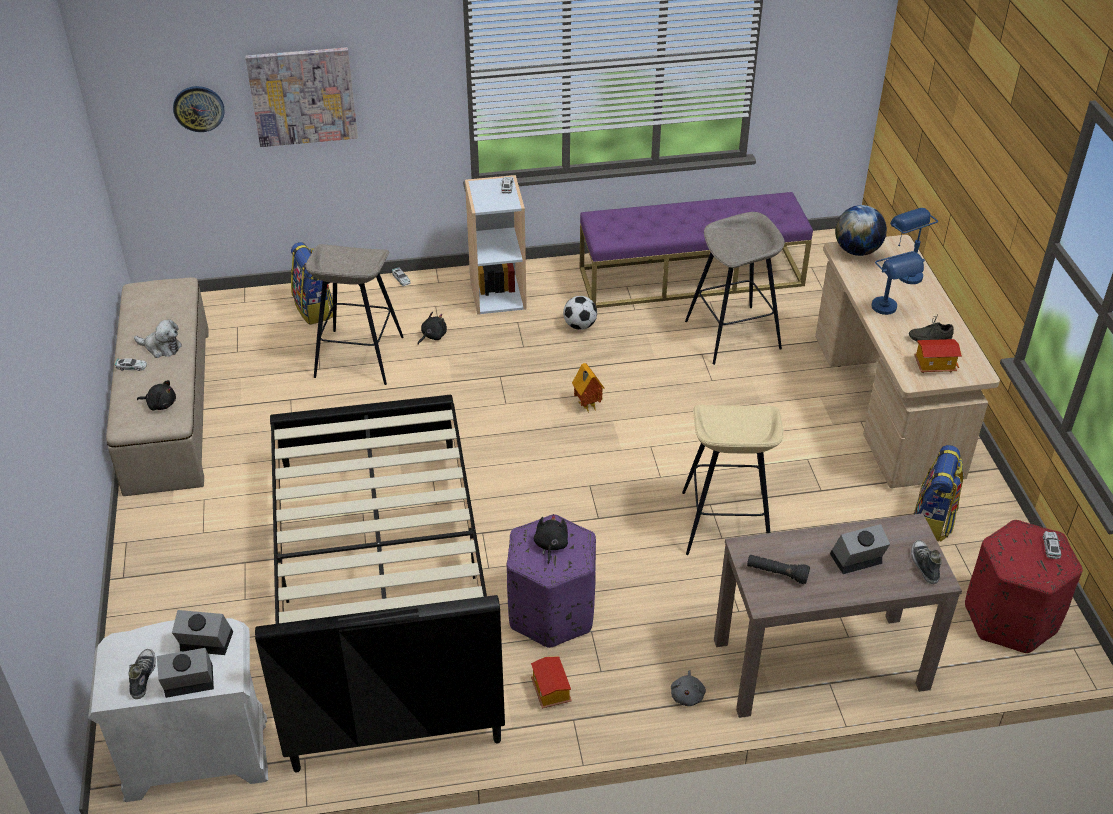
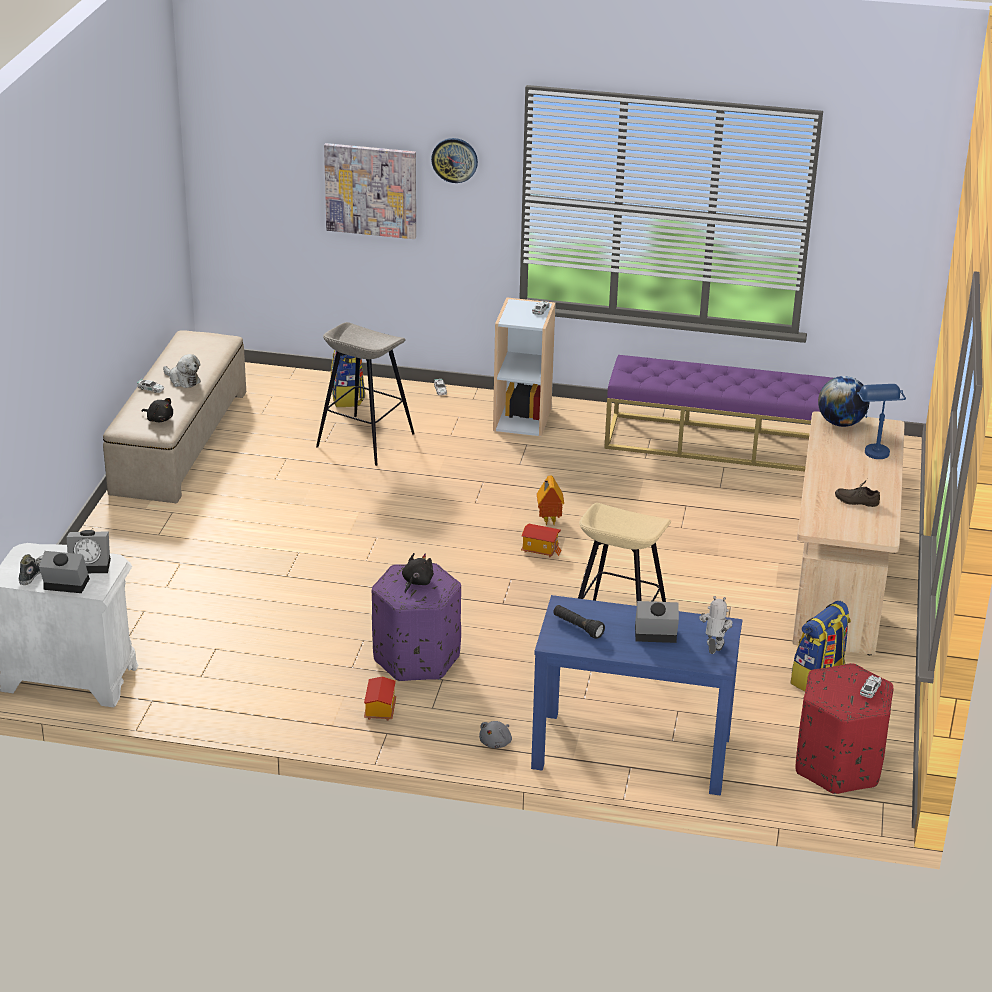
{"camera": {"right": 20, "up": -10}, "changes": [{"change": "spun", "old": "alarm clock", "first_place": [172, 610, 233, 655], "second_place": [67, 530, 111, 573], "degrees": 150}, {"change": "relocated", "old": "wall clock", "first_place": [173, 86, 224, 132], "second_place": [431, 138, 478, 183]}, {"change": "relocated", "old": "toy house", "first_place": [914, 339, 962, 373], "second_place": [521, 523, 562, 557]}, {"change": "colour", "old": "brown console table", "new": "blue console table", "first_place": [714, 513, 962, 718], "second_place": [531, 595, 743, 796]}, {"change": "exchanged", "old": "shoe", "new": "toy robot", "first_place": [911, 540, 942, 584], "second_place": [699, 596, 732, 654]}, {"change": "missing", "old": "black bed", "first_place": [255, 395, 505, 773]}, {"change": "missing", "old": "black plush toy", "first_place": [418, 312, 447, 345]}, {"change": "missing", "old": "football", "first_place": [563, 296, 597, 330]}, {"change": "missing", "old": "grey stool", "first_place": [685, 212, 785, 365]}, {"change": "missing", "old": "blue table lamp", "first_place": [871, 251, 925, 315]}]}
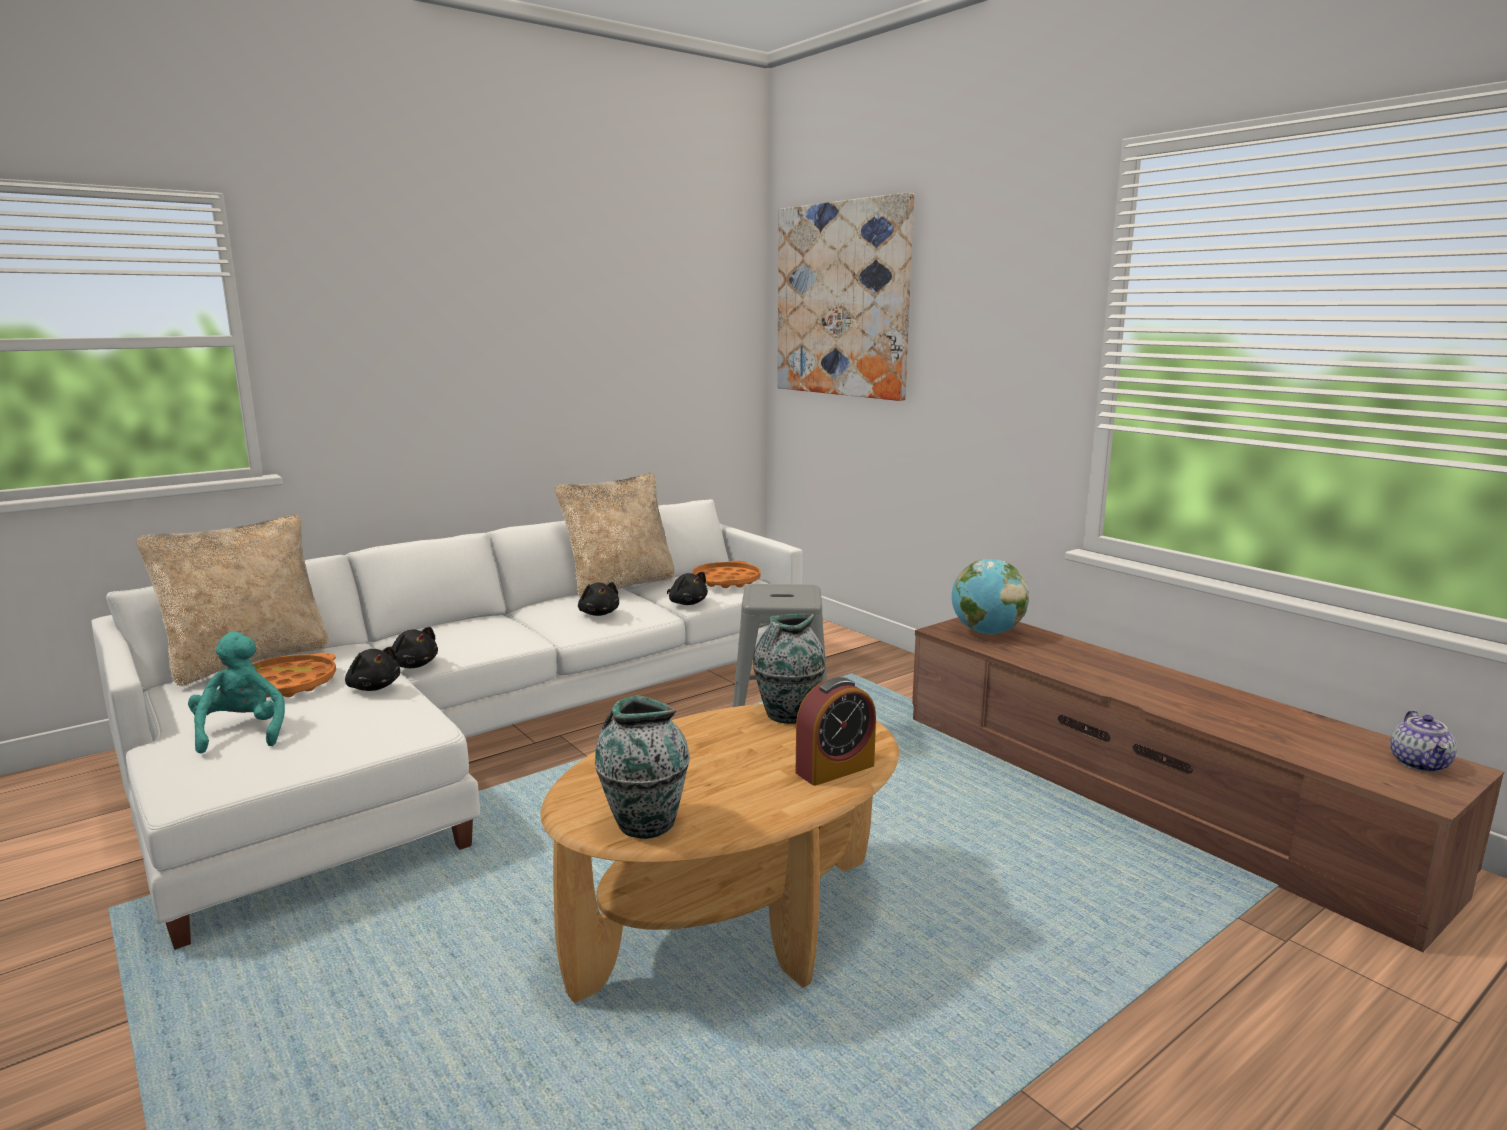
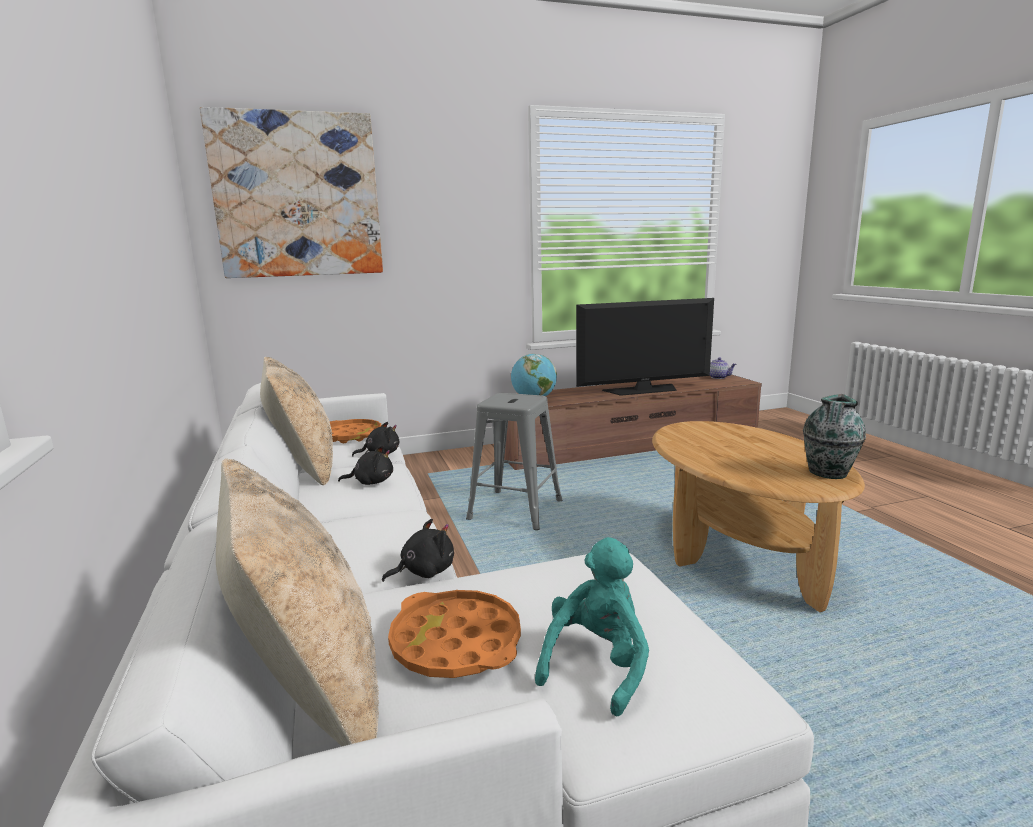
{"camera": {"right": -70, "up": 0}, "changes": [{"change": "spun", "old": "turquoise plush toy", "first_place": [188, 632, 285, 753], "second_place": [535, 537, 649, 716], "degrees": 120}, {"change": "appeared", "new": "television", "second_place": [576, 298, 714, 396]}, {"change": "missing", "old": "black plush toy", "first_place": [345, 647, 400, 691]}, {"change": "missing", "old": "vase", "first_place": [753, 614, 826, 724]}, {"change": "missing", "old": "alarm clock", "first_place": [796, 677, 876, 786]}]}
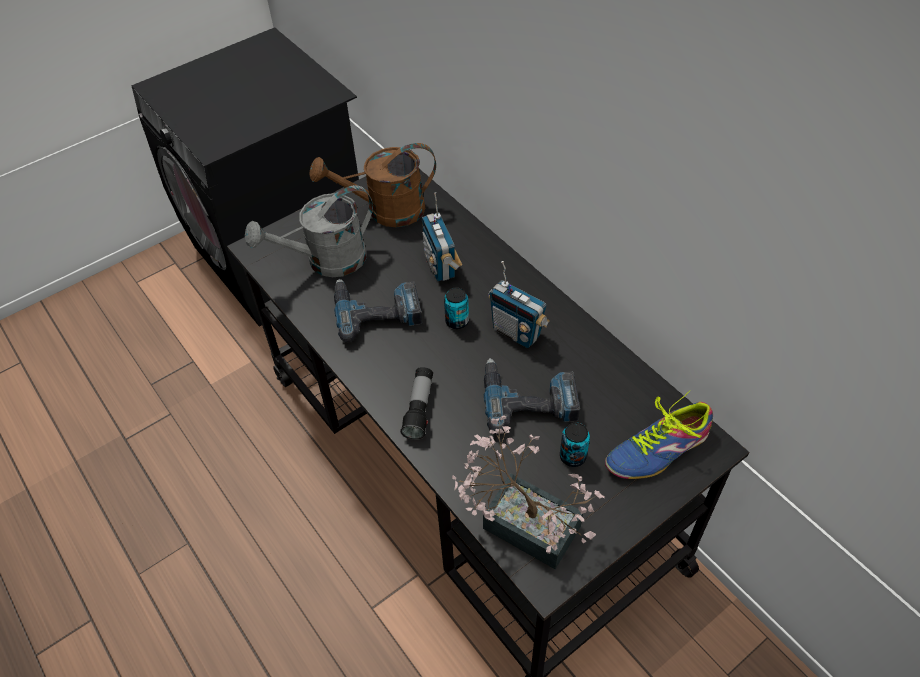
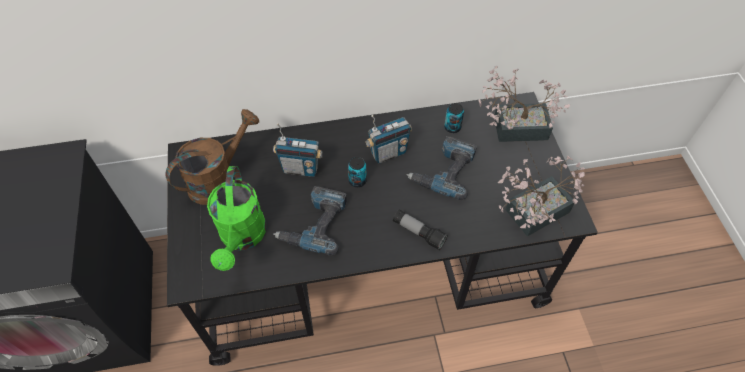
{"camera": {"right": -65, "up": 5}, "changes": [{"change": "spun", "old": "brown watering can", "first_place": [310, 143, 436, 227], "second_place": [165, 109, 259, 205], "degrees": -150}, {"change": "colour", "old": "grey watering can", "new": "green watering can", "first_place": [245, 185, 373, 277], "second_place": [207, 166, 267, 271]}, {"change": "relocated", "old": "can", "first_place": [560, 423, 590, 467], "second_place": [444, 103, 464, 133]}, {"change": "exchanged", "old": "shoe", "new": "potted plant", "first_place": [605, 390, 713, 479], "second_place": [478, 66, 570, 142]}]}
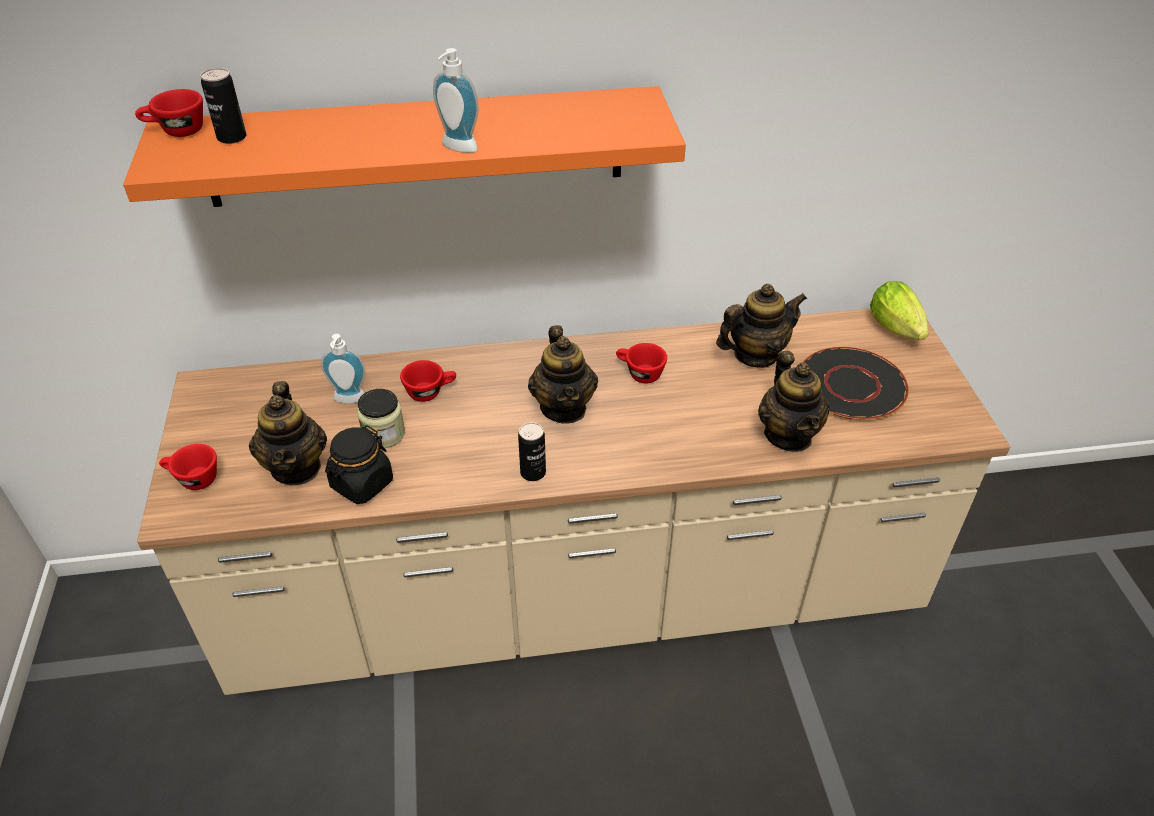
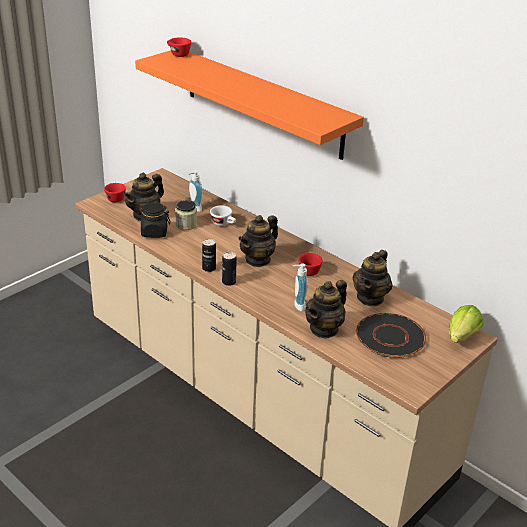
{"camera": {"right": 50, "up": -10}, "changes": [{"change": "colour", "old": "red cup", "new": "white cup", "first_place": [400, 360, 456, 402], "second_place": [210, 206, 236, 226]}, {"change": "relocated", "old": "can", "first_place": [200, 68, 246, 144], "second_place": [222, 252, 237, 286]}, {"change": "relocated", "old": "soap dispenser", "first_place": [433, 48, 479, 153], "second_place": [293, 264, 308, 311]}, {"change": "spun", "old": "teapot", "first_place": [716, 284, 807, 368], "second_place": [353, 250, 392, 306], "degrees": 90}]}
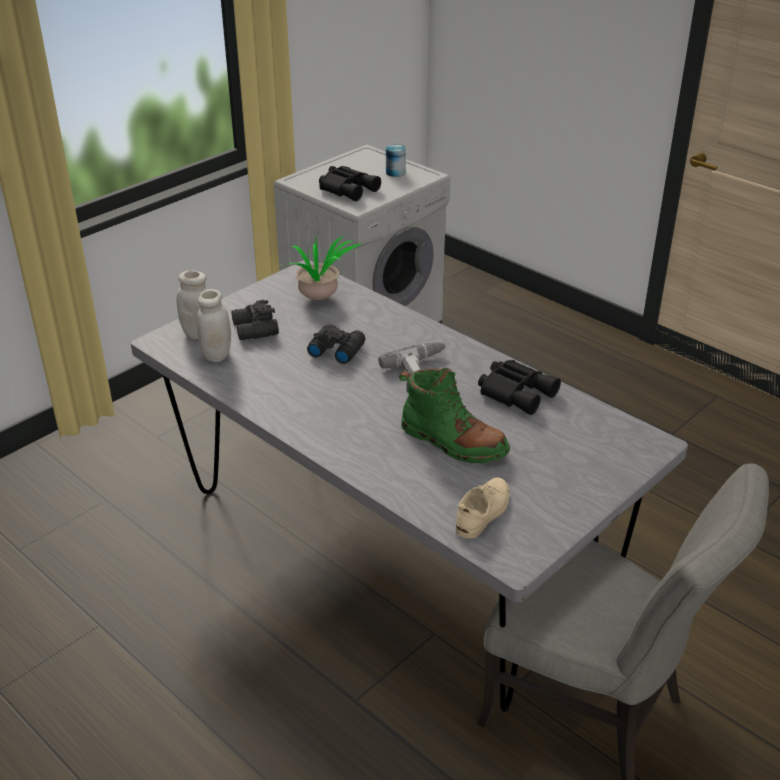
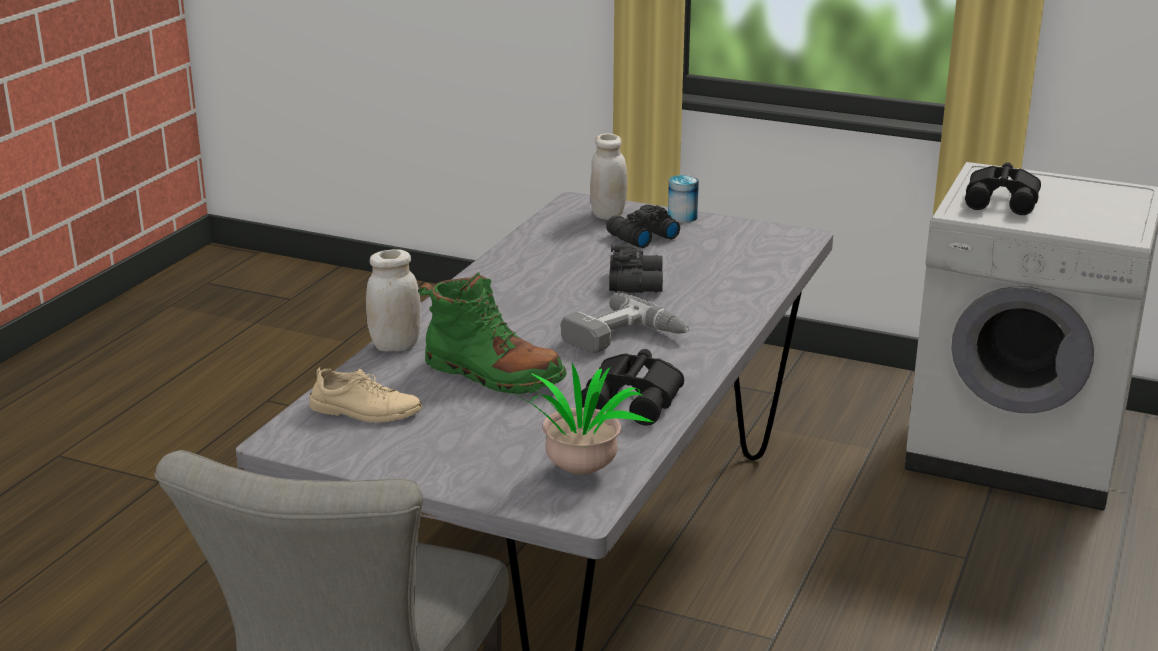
{"camera": {"right": 70, "up": -10}, "changes": [{"change": "relocated", "old": "white jar", "first_place": [197, 289, 231, 362], "second_place": [366, 249, 421, 351]}, {"change": "spun", "old": "green boot", "first_place": [399, 368, 510, 464], "second_place": [418, 272, 567, 394], "degrees": -75}, {"change": "relocated", "old": "potted plant", "first_place": [279, 236, 362, 300], "second_place": [510, 364, 653, 475]}, {"change": "relocated", "old": "can", "first_place": [386, 144, 406, 177], "second_place": [668, 175, 699, 223]}]}
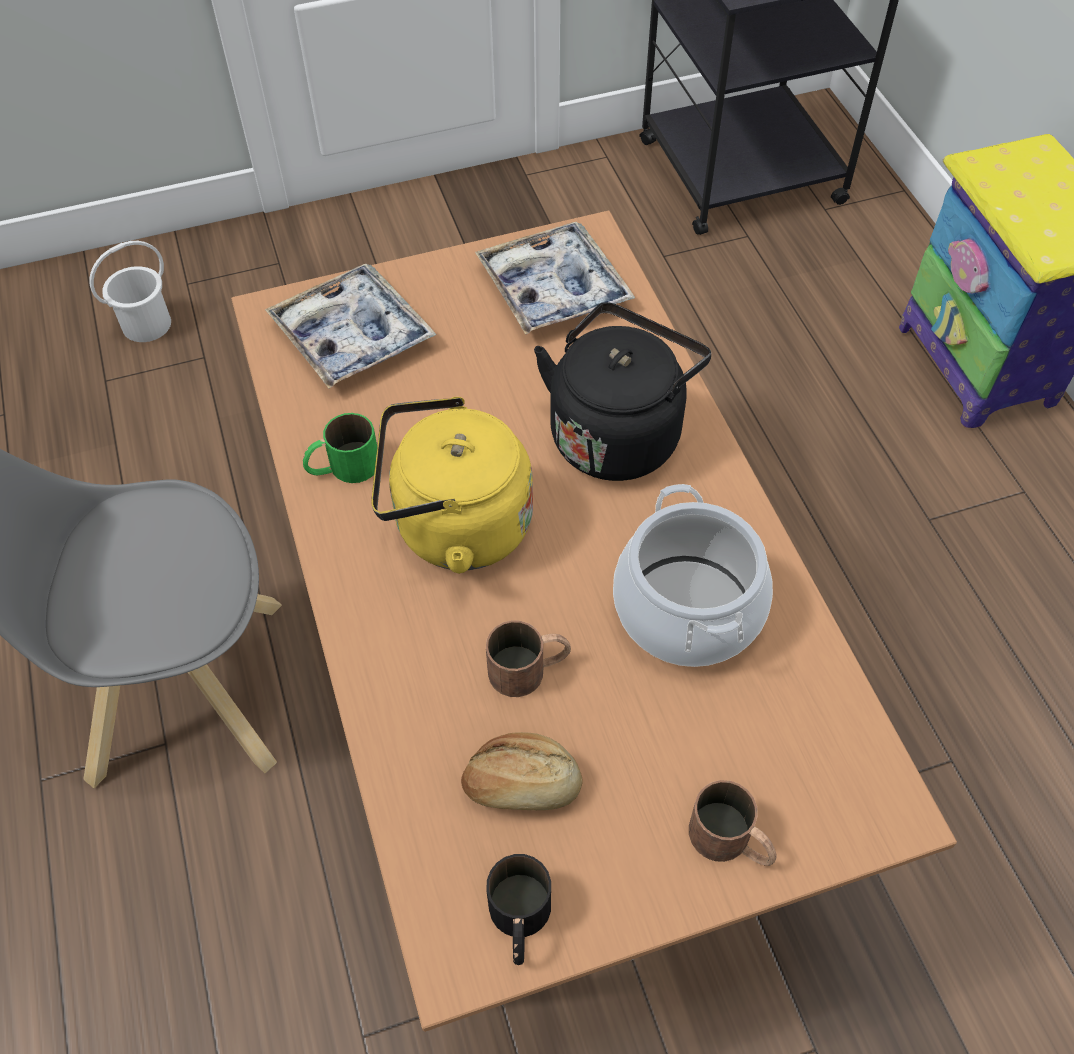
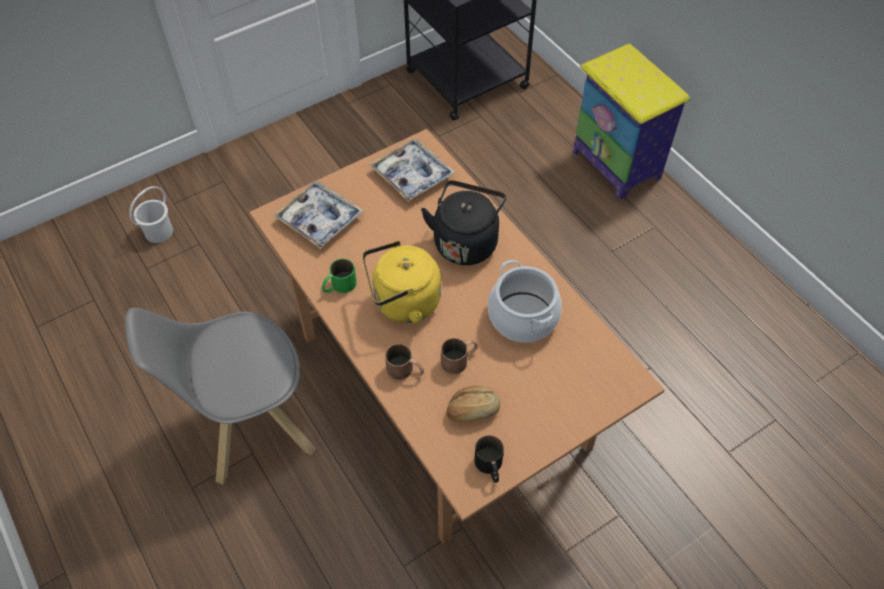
{"camera": {"right": -15, "up": 0}, "changes": [{"change": "relocated", "old": "brown mug", "first_place": [689, 780, 777, 866], "second_place": [385, 343, 424, 380]}]}
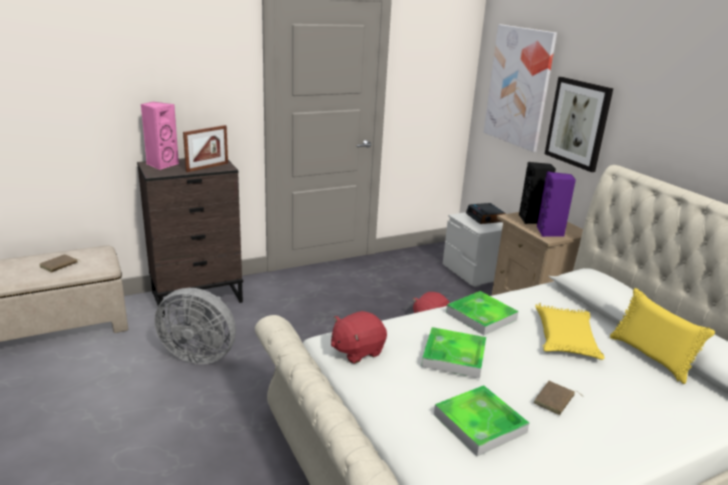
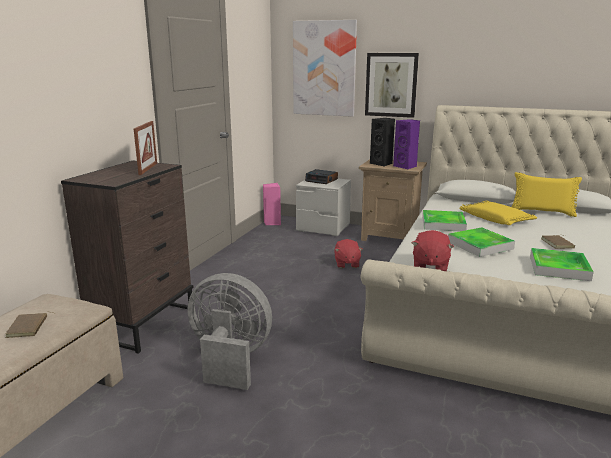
{"camera": {"right": -40, "up": -5}, "changes": [{"change": "spun", "old": "grey fan", "first_place": [155, 288, 236, 364], "second_place": [188, 273, 272, 390], "degrees": -135}, {"change": "relocated", "old": "pink speaker", "first_place": [141, 102, 179, 170], "second_place": [263, 183, 281, 225]}]}
